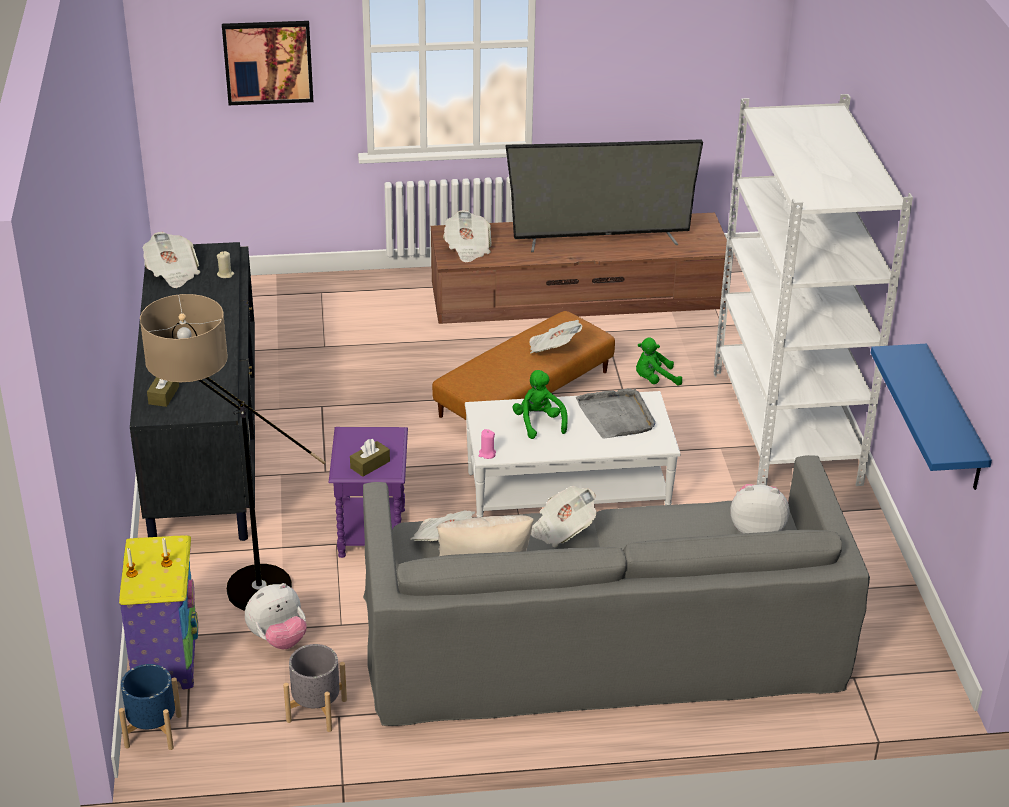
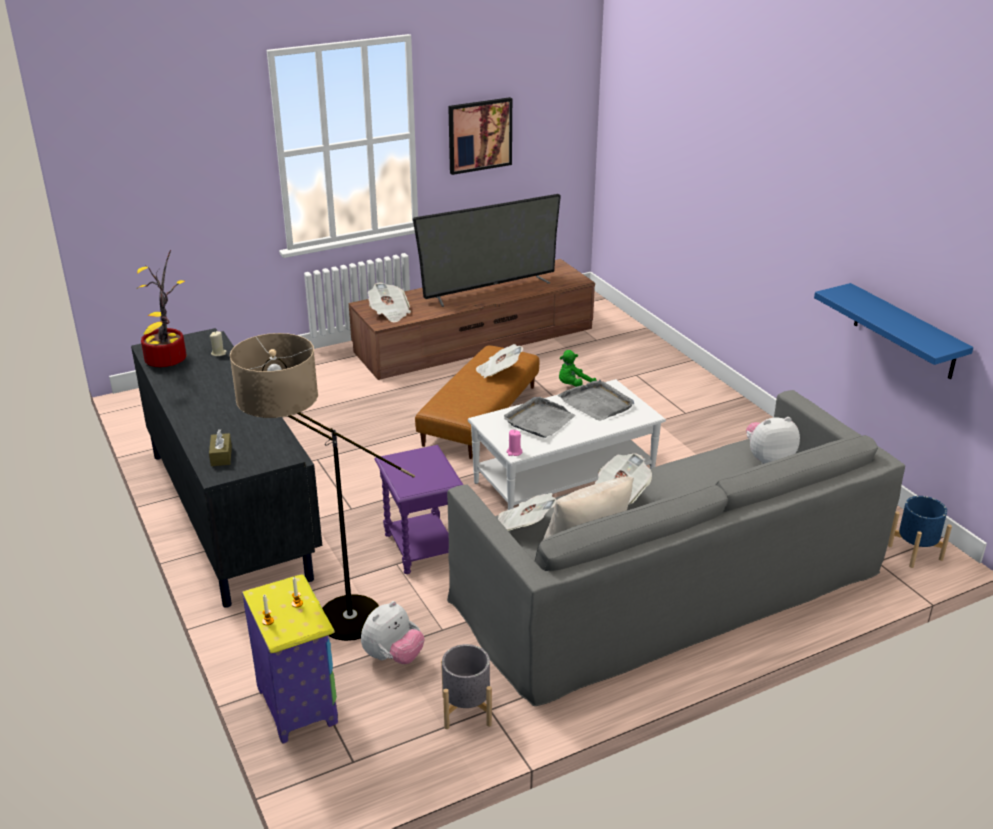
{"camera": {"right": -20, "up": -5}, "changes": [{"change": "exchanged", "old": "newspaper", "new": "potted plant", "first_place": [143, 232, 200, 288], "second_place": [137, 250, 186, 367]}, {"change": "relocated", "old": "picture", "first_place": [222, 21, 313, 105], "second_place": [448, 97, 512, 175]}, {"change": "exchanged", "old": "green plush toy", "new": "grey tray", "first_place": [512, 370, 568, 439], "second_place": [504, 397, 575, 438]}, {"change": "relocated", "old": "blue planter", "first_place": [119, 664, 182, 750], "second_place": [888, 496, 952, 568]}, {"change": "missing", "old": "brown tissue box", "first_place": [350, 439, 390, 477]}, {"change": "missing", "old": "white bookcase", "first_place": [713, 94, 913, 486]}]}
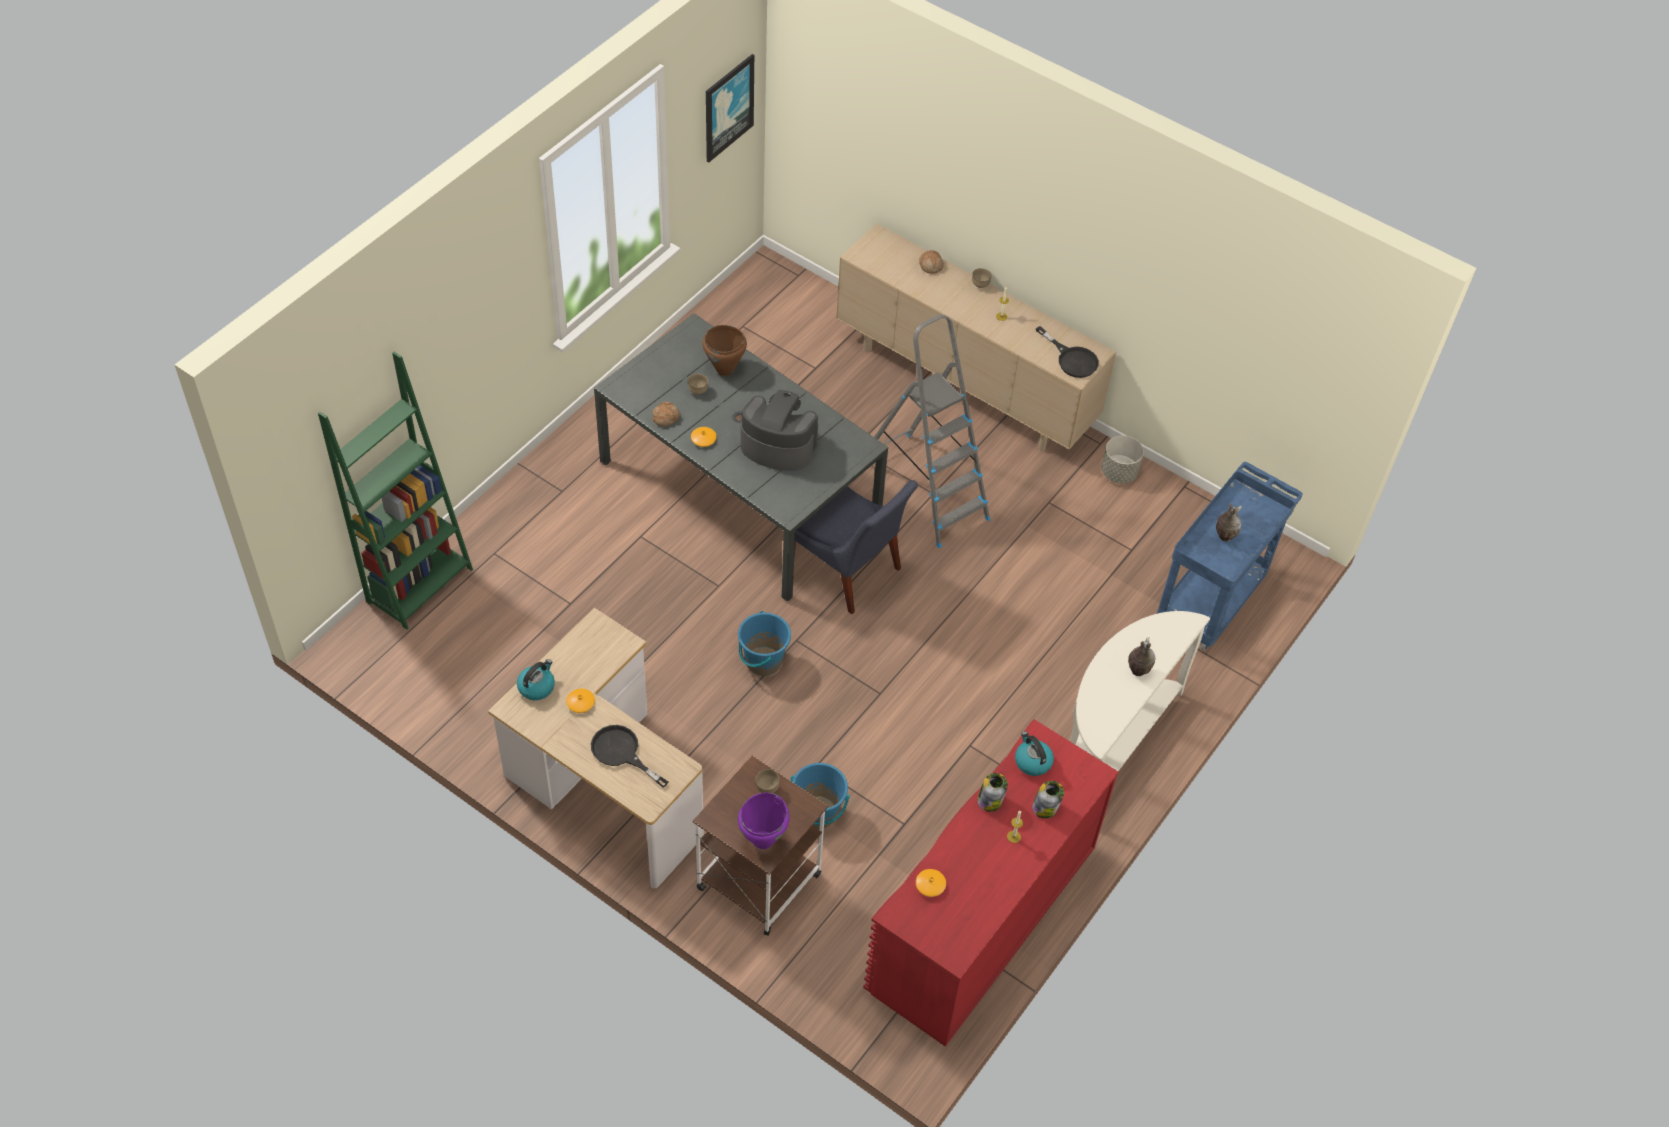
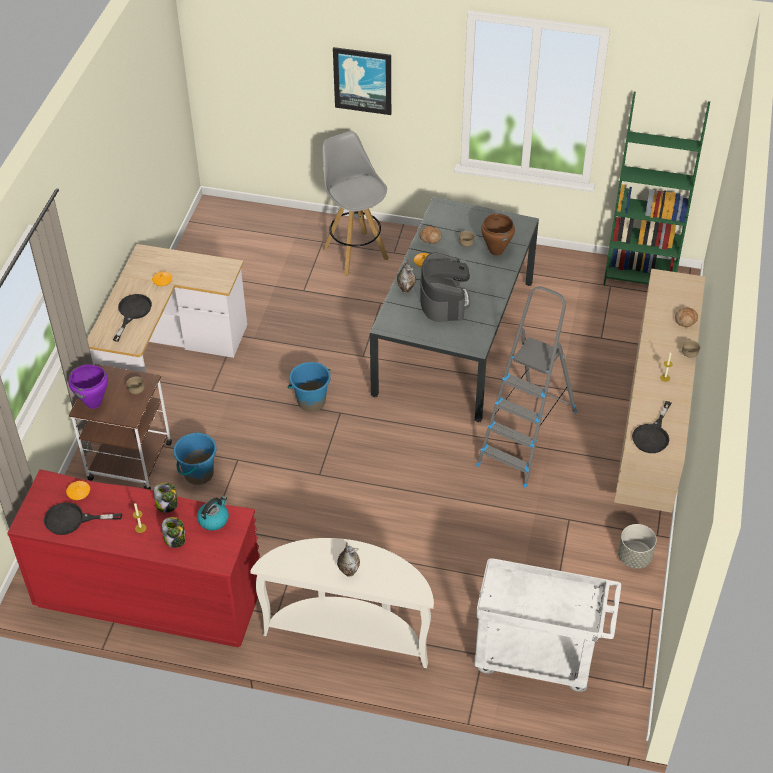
{"camera": {"right": 70, "up": -5}, "changes": [{"change": "appeared", "new": "black frying pan", "second_place": [44, 502, 122, 535]}, {"change": "appeared", "new": "grey stool", "second_place": [322, 131, 389, 276]}, {"change": "relocated", "old": "picture", "first_place": [706, 54, 754, 163], "second_place": [333, 47, 391, 115]}, {"change": "relocated", "old": "vase", "first_place": [1216, 504, 1242, 541], "second_place": [397, 260, 416, 293]}, {"change": "colour", "old": "blue cart", "new": "white cart", "first_place": [1157, 462, 1303, 651], "second_place": [474, 558, 621, 692]}, {"change": "relocated", "old": "green bookcase", "first_place": [318, 352, 473, 630], "second_place": [603, 92, 710, 285]}, {"change": "missing", "old": "kettle", "first_place": [517, 659, 555, 700]}, {"change": "missing", "old": "blue chair", "first_place": [794, 480, 918, 614]}]}
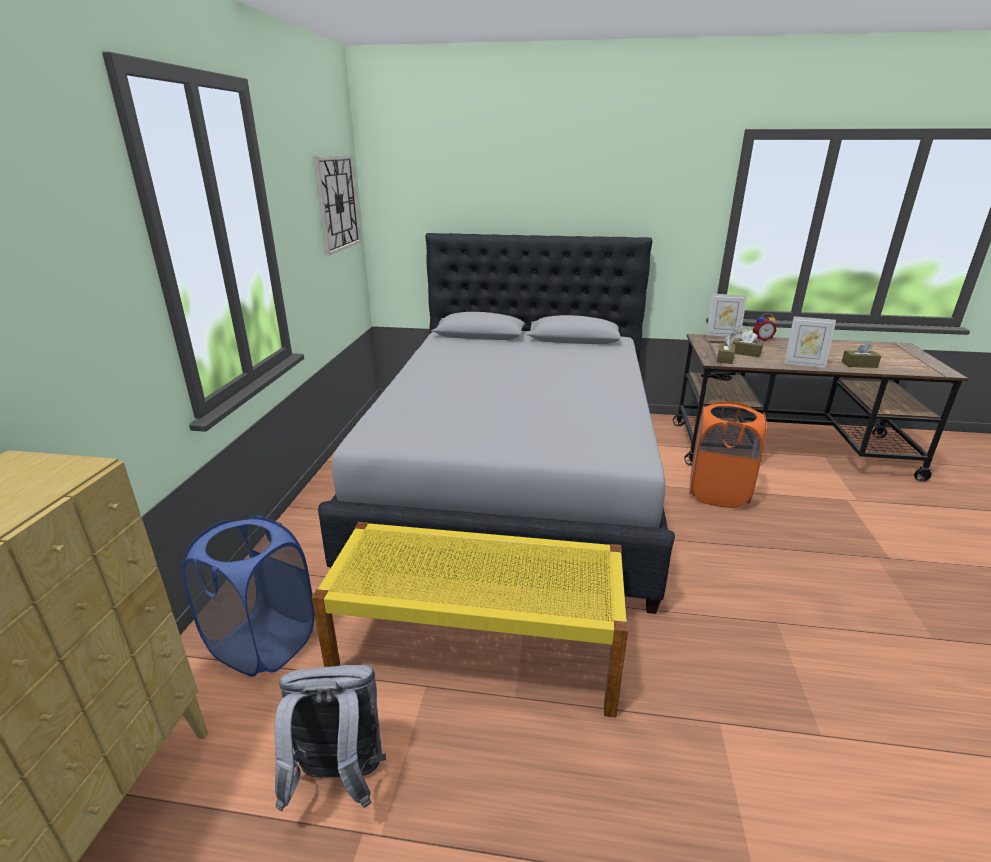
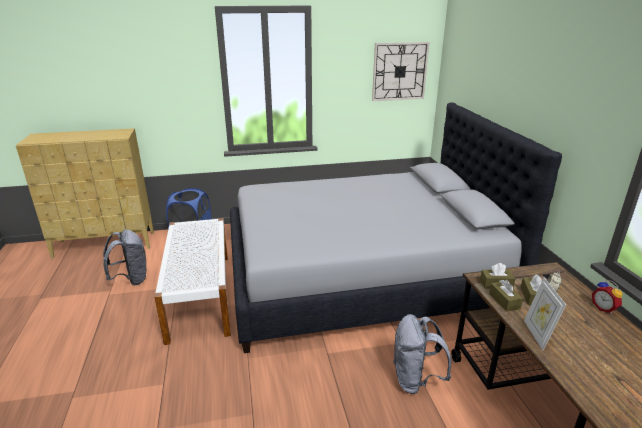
{"camera": {"right": 70, "up": 0}, "changes": [{"change": "colour", "old": "yellow bench", "new": "white bench", "first_place": [312, 522, 628, 718], "second_place": [154, 218, 231, 345]}, {"change": "exchanged", "old": "orange laundry basket", "new": "grey backpack", "first_place": [689, 401, 767, 508], "second_place": [393, 314, 451, 394]}, {"change": "relocated", "old": "brown tissue box", "first_place": [842, 342, 881, 368], "second_place": [489, 280, 523, 312]}, {"change": "missing", "old": "picture frame", "first_place": [706, 294, 747, 337]}]}
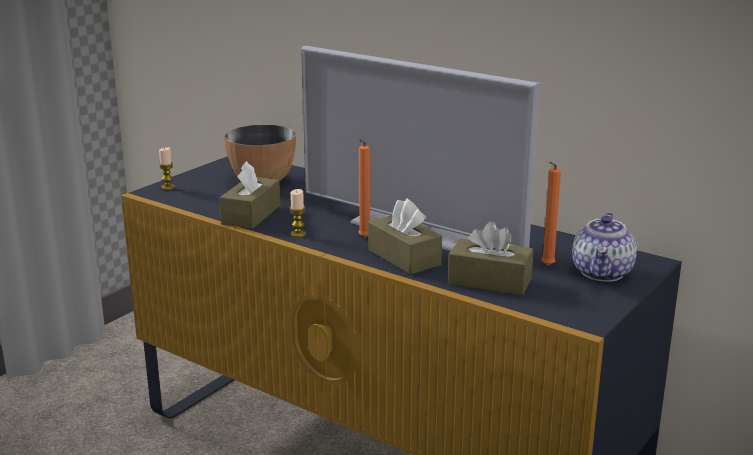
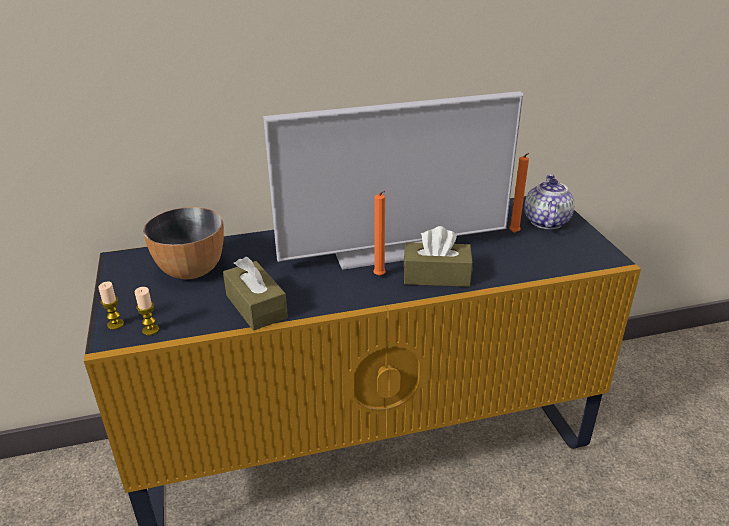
{"camera": {"right": -50, "up": 10}, "changes": [{"change": "relocated", "old": "candle", "first_place": [290, 189, 306, 237], "second_place": [135, 287, 159, 335]}, {"change": "spun", "old": "teapot", "first_place": [572, 212, 637, 282], "second_place": [524, 174, 575, 229], "degrees": -135}, {"change": "missing", "old": "brown tissue box", "first_place": [448, 222, 533, 295]}]}
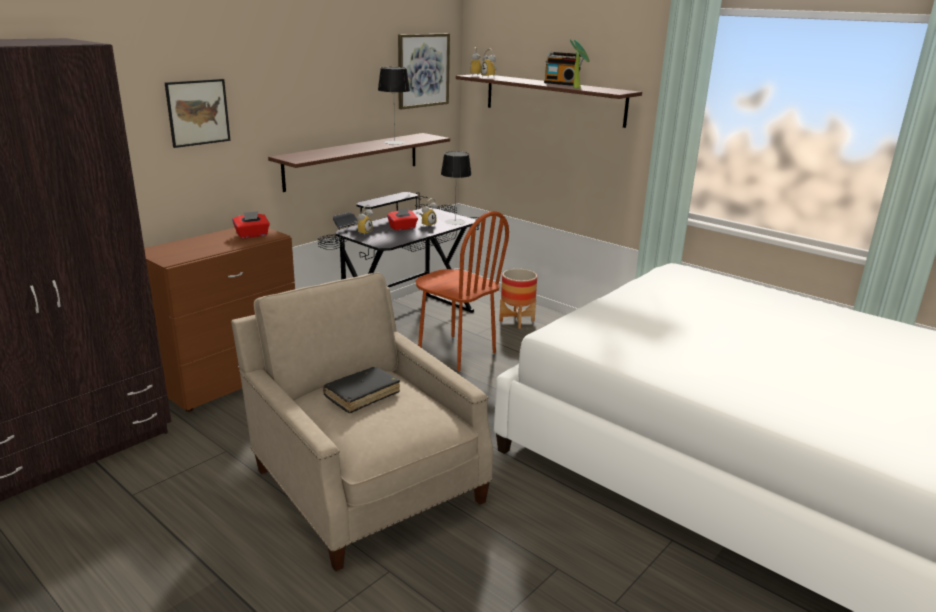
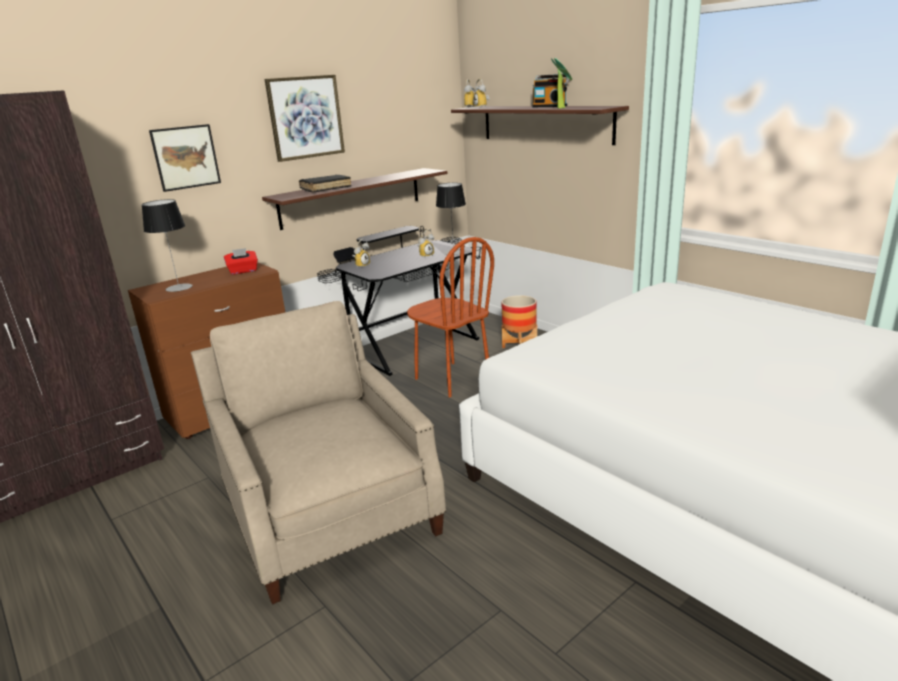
{"camera": {"right": 10, "up": 0}, "changes": [{"change": "relocated", "old": "table lamp", "first_place": [378, 67, 410, 145], "second_place": [141, 199, 193, 292]}, {"change": "relocated", "old": "picture", "first_place": [398, 34, 450, 109], "second_place": [265, 75, 345, 162]}, {"change": "relocated", "old": "black book", "first_place": [323, 367, 400, 413], "second_place": [299, 175, 351, 193]}, {"change": "missing", "old": "red tissue box", "first_place": [387, 208, 418, 231]}]}
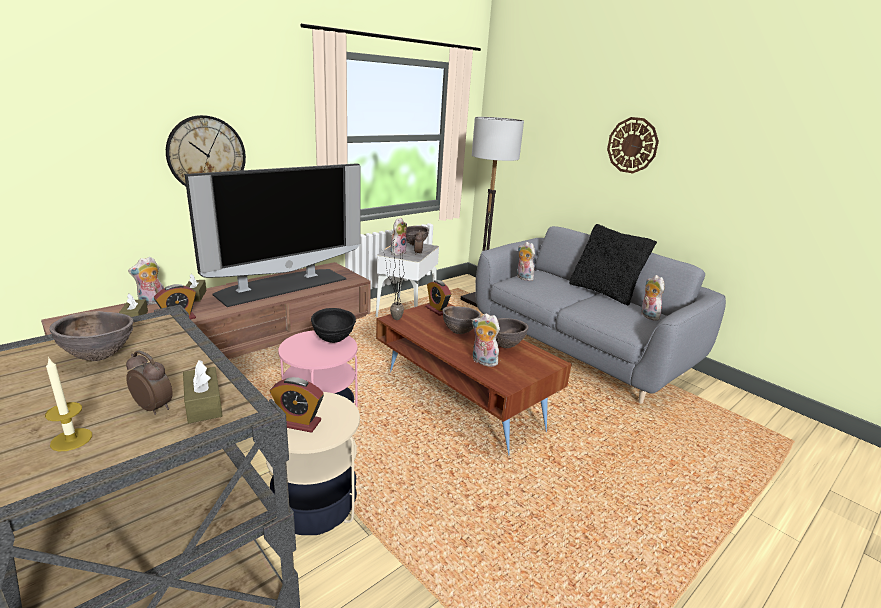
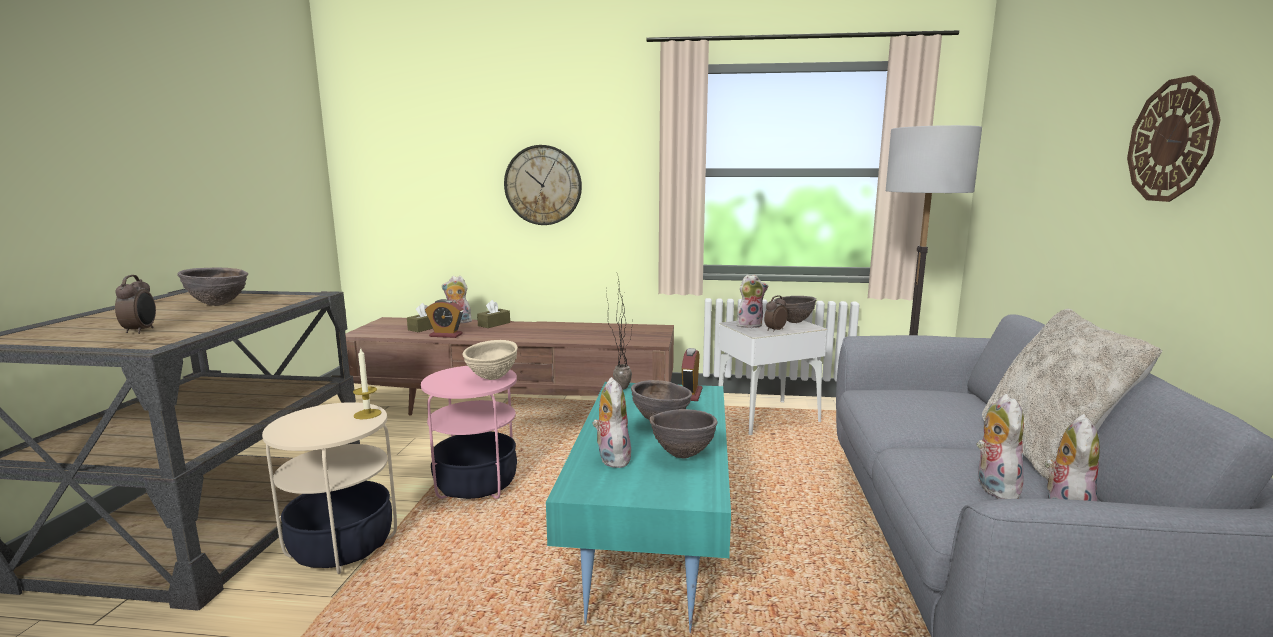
{"camera": {"right": 50, "up": -10}, "changes": [{"change": "relocated", "old": "candle", "first_place": [45, 357, 92, 451], "second_place": [353, 347, 382, 419]}, {"change": "colour", "old": "black bowl", "new": "beige bowl", "first_place": [311, 308, 356, 343], "second_place": [463, 340, 518, 380]}, {"change": "colour", "old": "brown coffee table", "new": "turquoise coffee table", "first_place": [376, 303, 572, 455], "second_place": [546, 382, 731, 633]}, {"change": "relocated", "old": "plush toy", "first_place": [517, 242, 535, 281], "second_place": [976, 394, 1024, 499]}, {"change": "colour", "old": "black pillow", "new": "beige pillow", "first_place": [569, 224, 657, 305], "second_place": [982, 309, 1162, 480]}, {"change": "missing", "old": "brown tissue box", "first_place": [183, 360, 223, 423]}, {"change": "missing", "old": "television", "first_place": [184, 163, 360, 307]}, {"change": "missing", "old": "alarm clock", "first_place": [270, 377, 324, 433]}]}
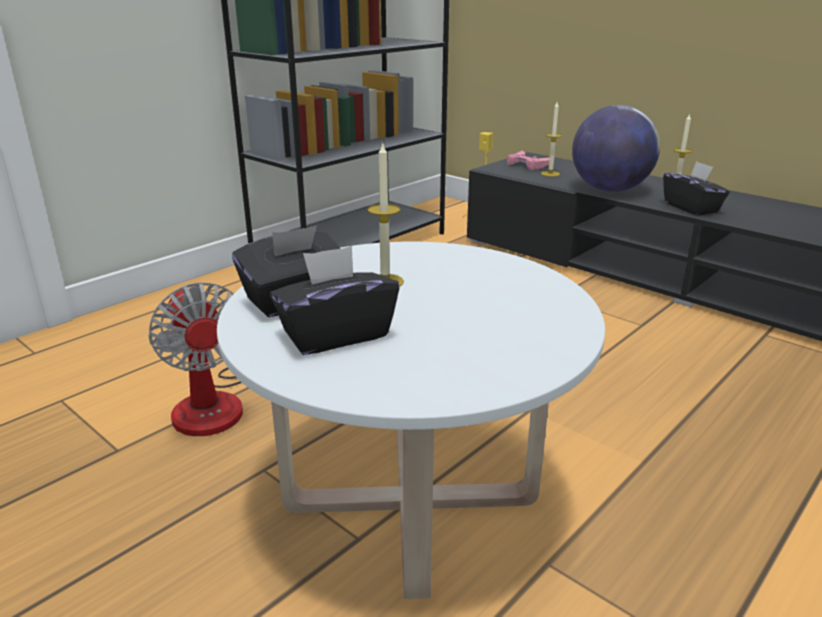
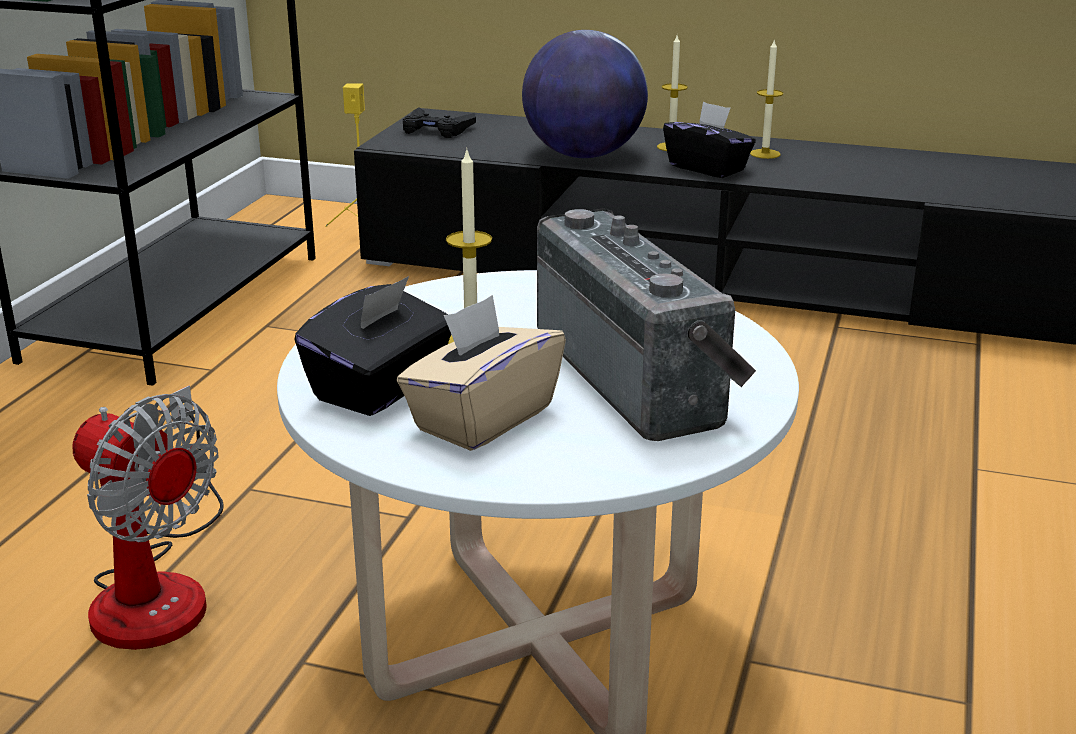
{"camera": {"right": -25, "up": 0}, "changes": [{"change": "colour", "old": "black tissue box", "new": "beige tissue box", "first_place": [270, 246, 399, 355], "second_place": [397, 295, 566, 451]}, {"change": "colour", "old": "pink game controller", "new": "black game controller", "first_place": [507, 150, 550, 170], "second_place": [403, 107, 476, 138]}, {"change": "appeared", "new": "radio", "second_place": [537, 208, 756, 441]}, {"change": "relocated", "old": "candle", "first_place": [541, 102, 562, 177], "second_place": [750, 39, 783, 159]}]}
